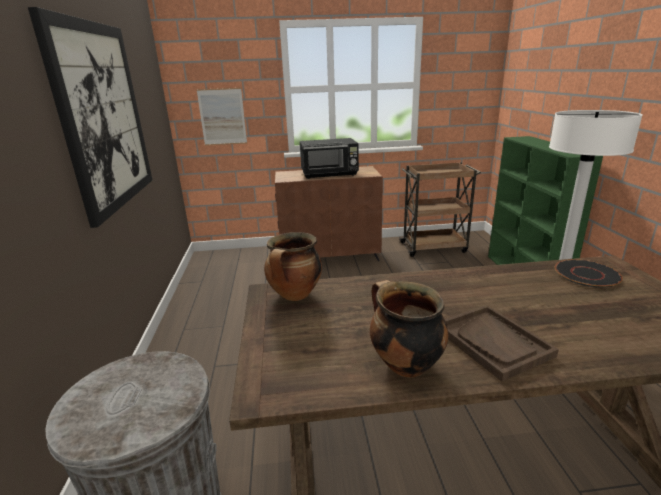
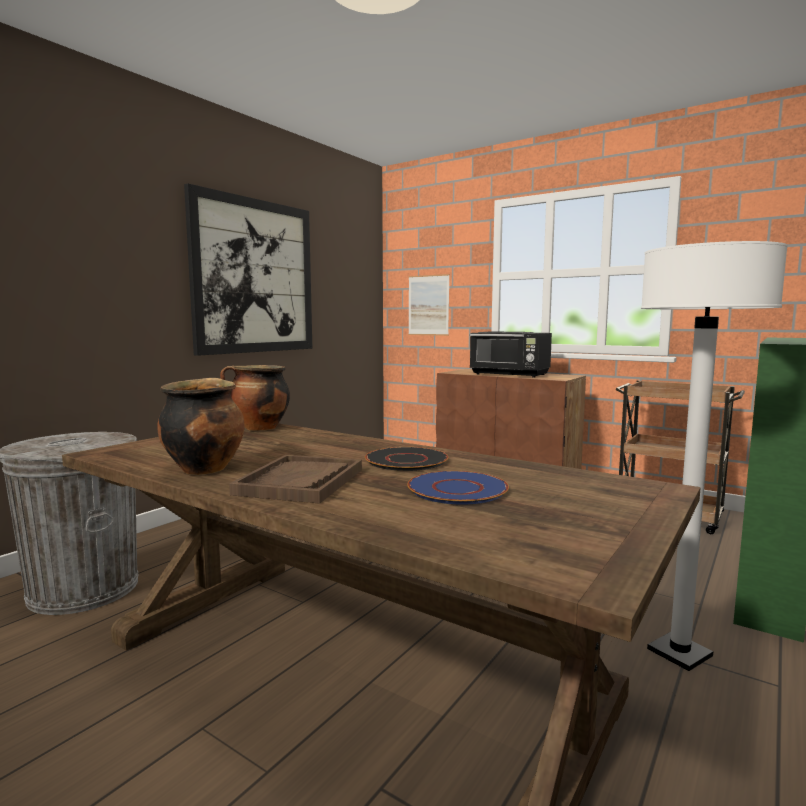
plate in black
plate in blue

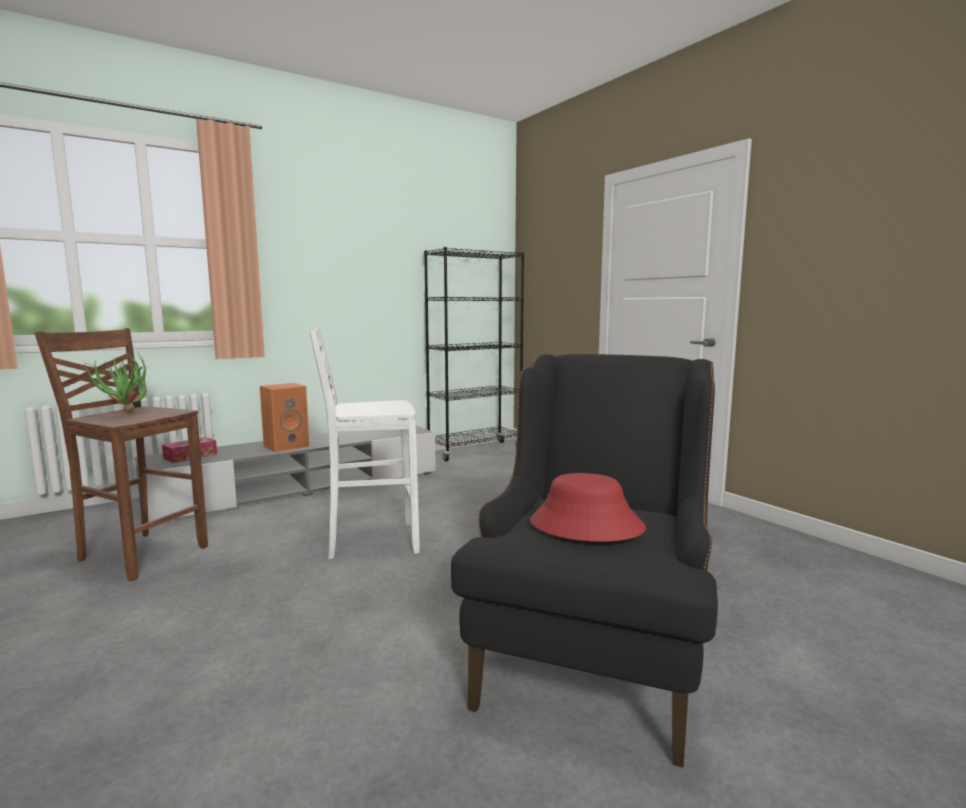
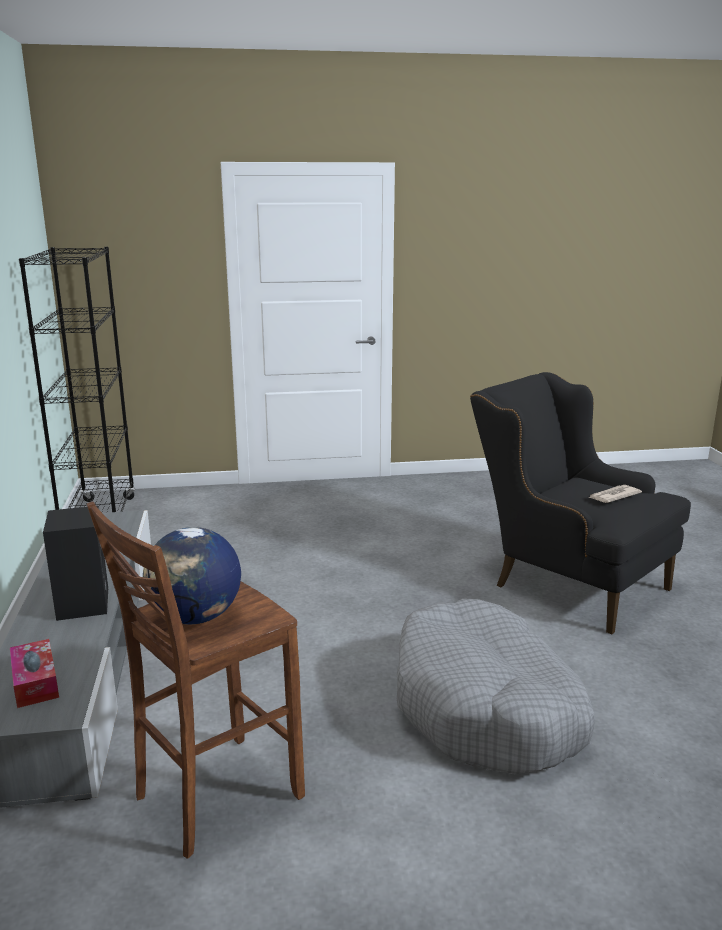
speaker in black
globe
dog bed in grey
newspaper
stool in white

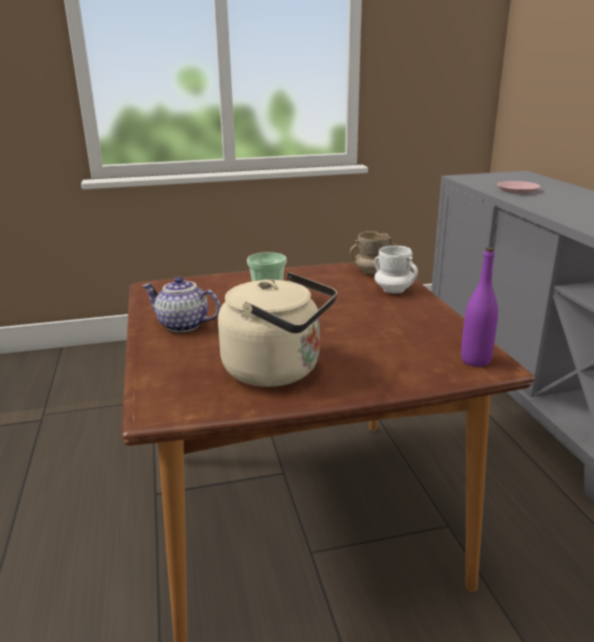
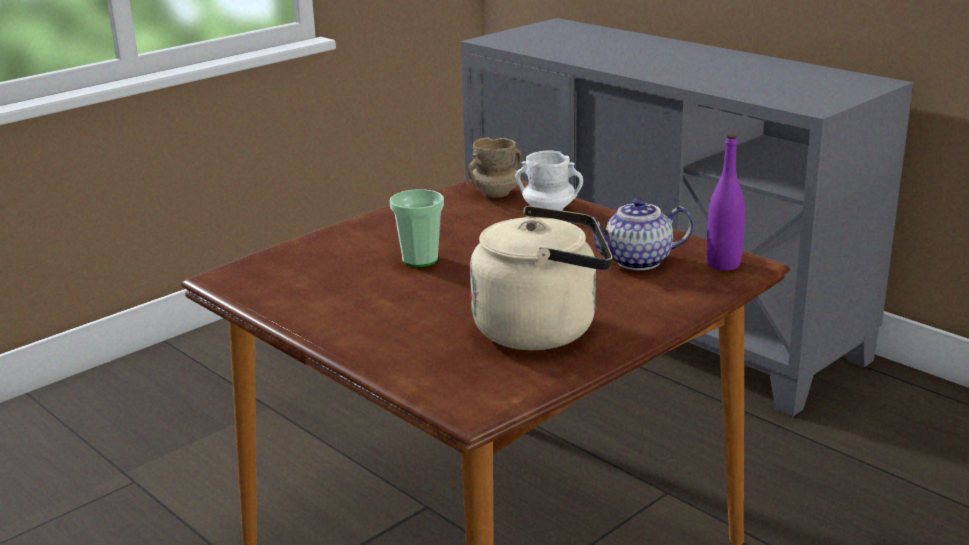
teapot
plate in pink

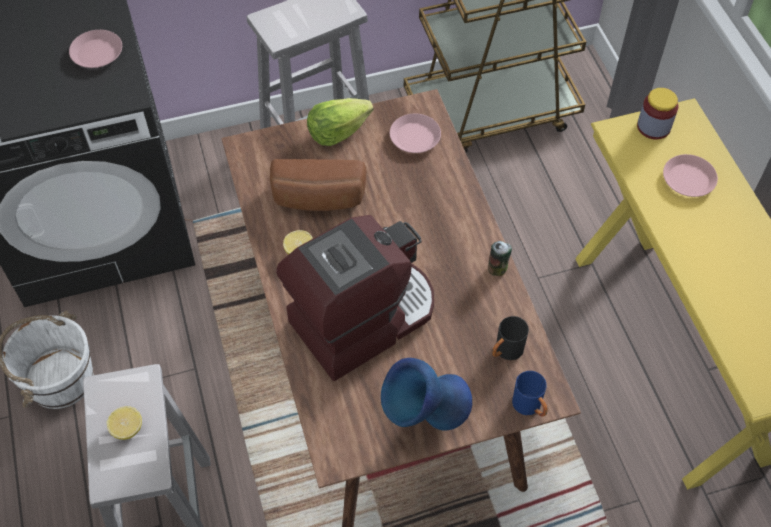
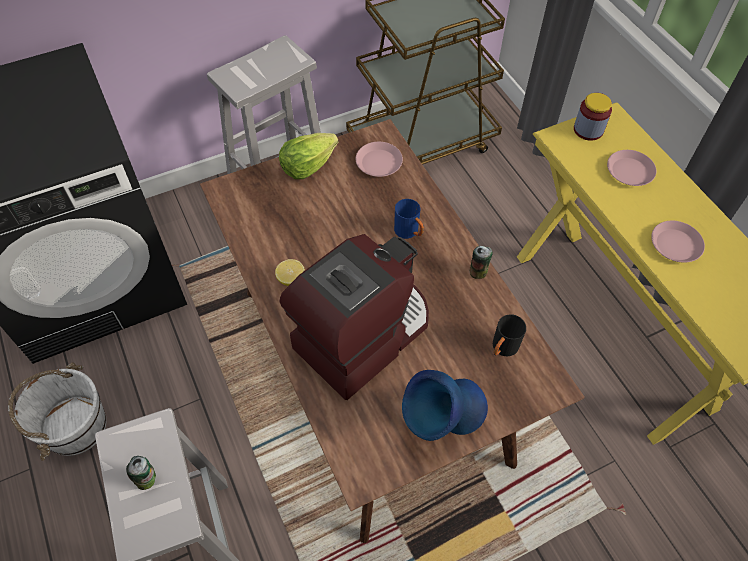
can (1st from left)
mug in blue
plate in pink (3rd from left)
bread

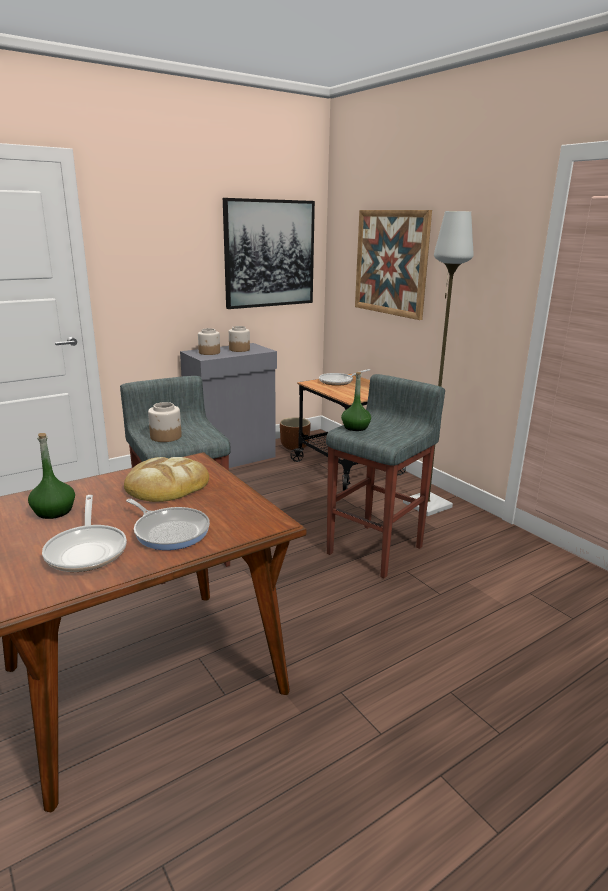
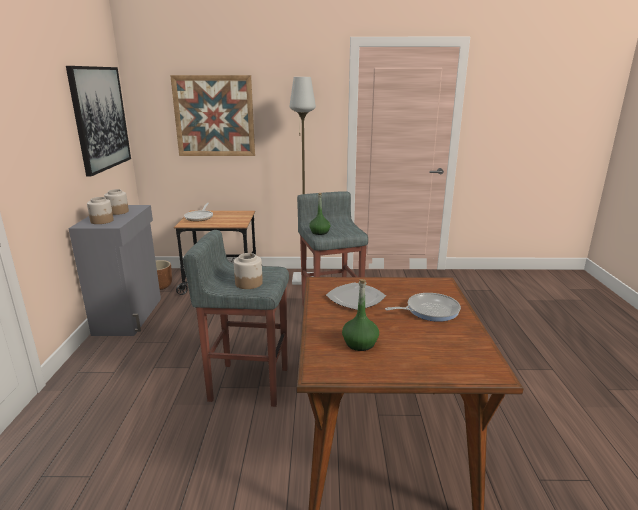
plate
frying pan (1st from left in the first image)

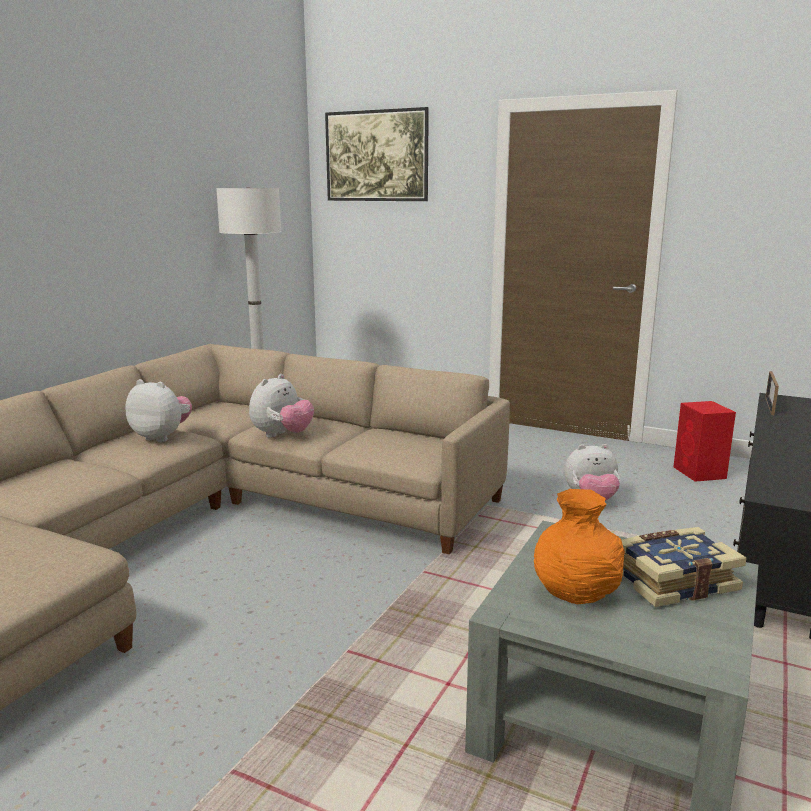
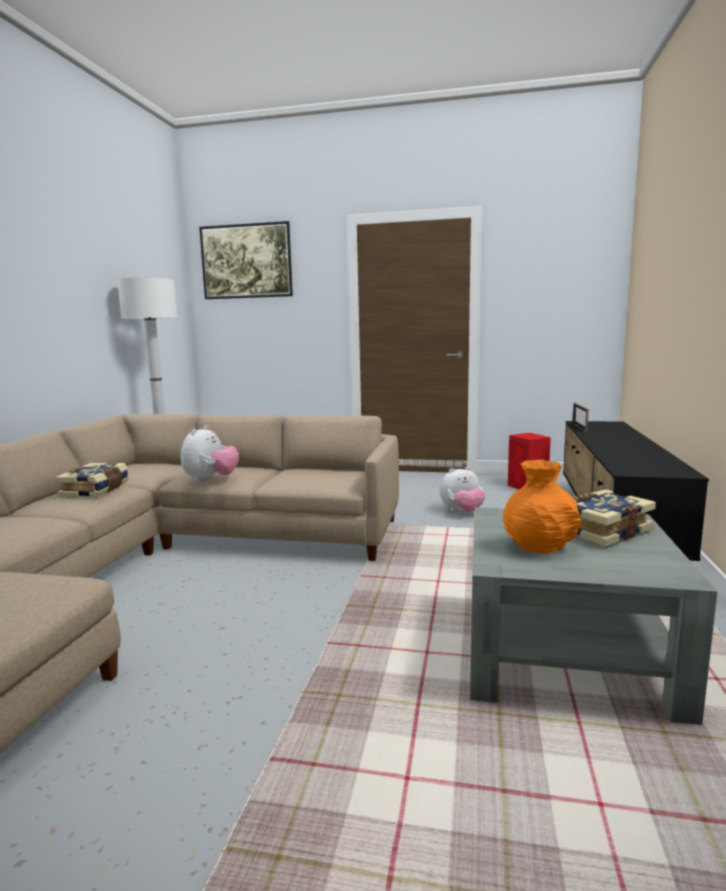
book (1st from left)

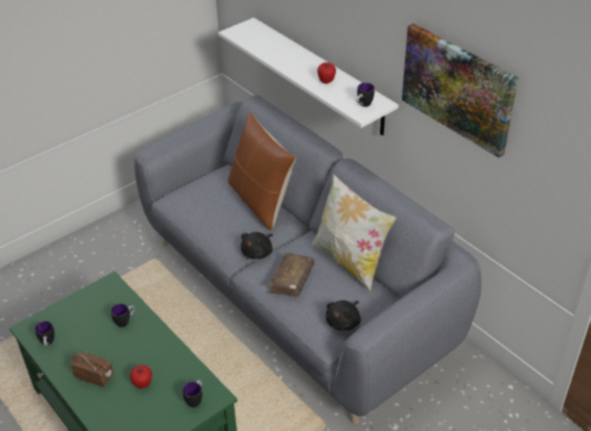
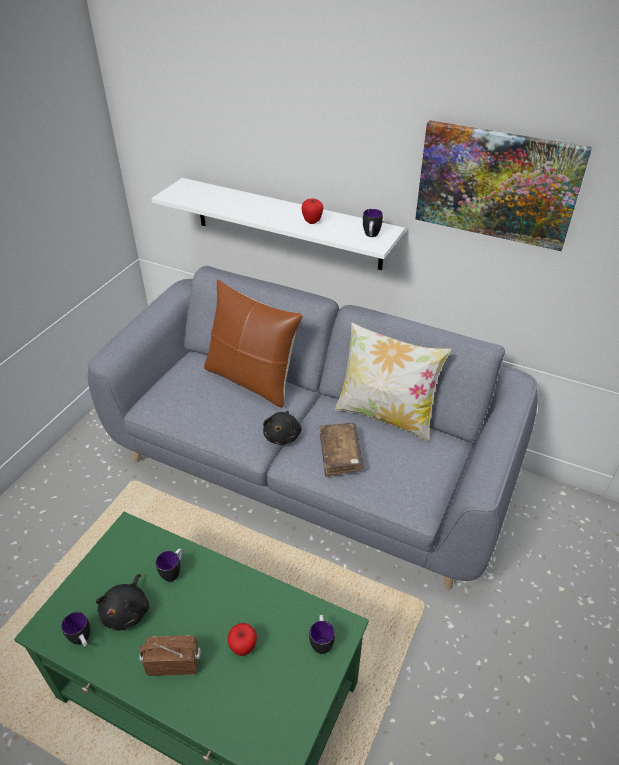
plush toy in black (1st from left)

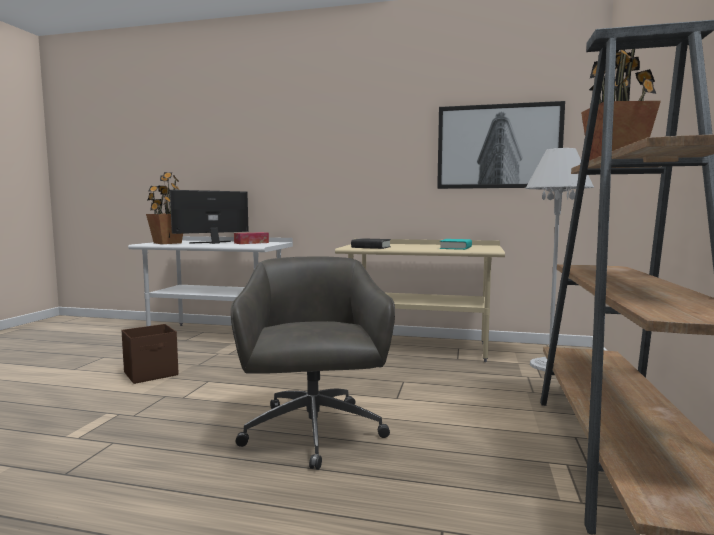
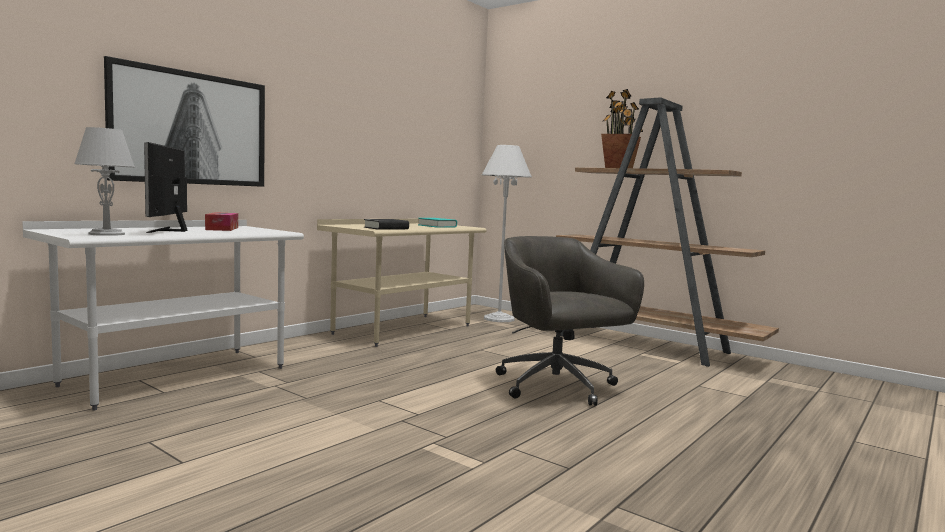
table lamp in grey
picture
office chair in grey
storage box in brown

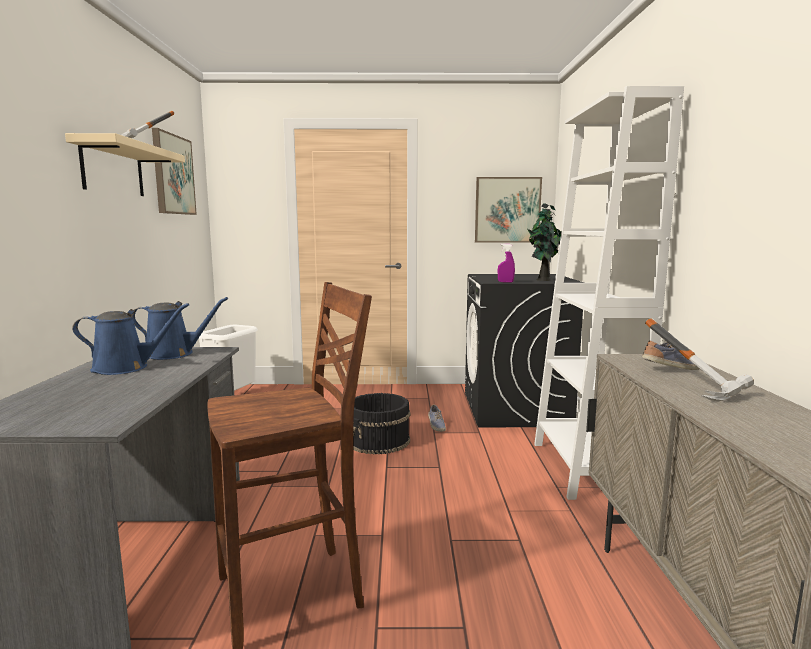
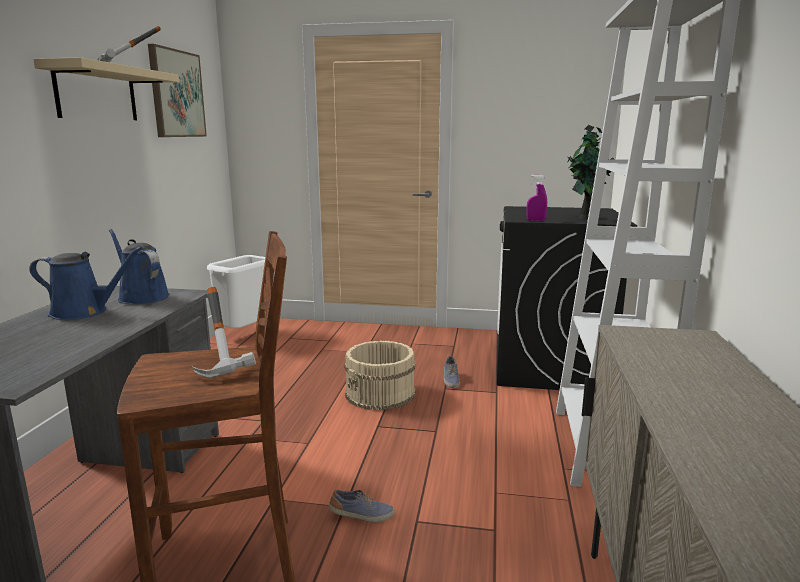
watering can in blue (2nd from left)
hammer (2nd from left)
shoe (1st from left)
bucket in beige
picture (2nd from left in the first image)

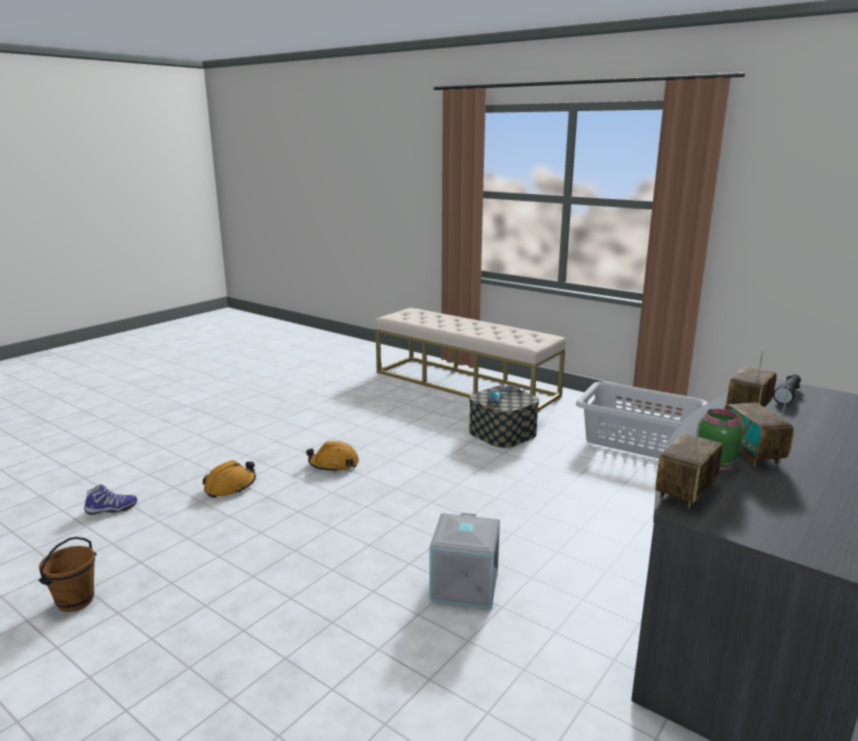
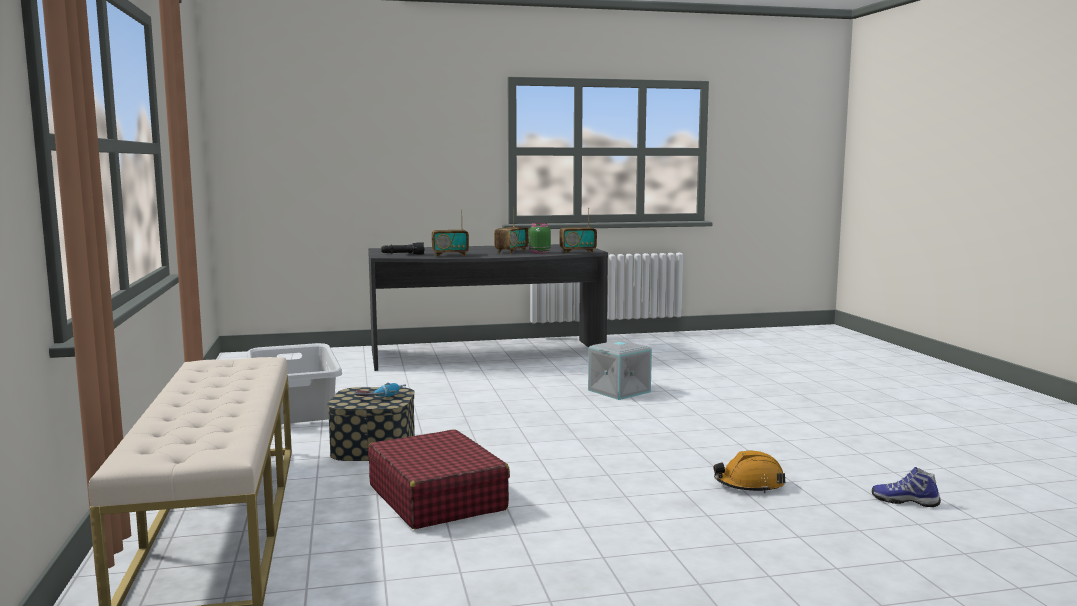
suitcase in red
bucket in brown
hard hat in orange (2nd from left in the first image)

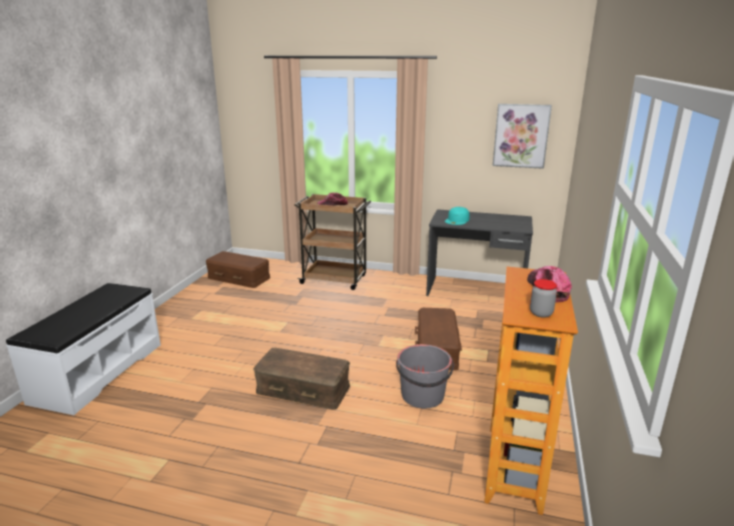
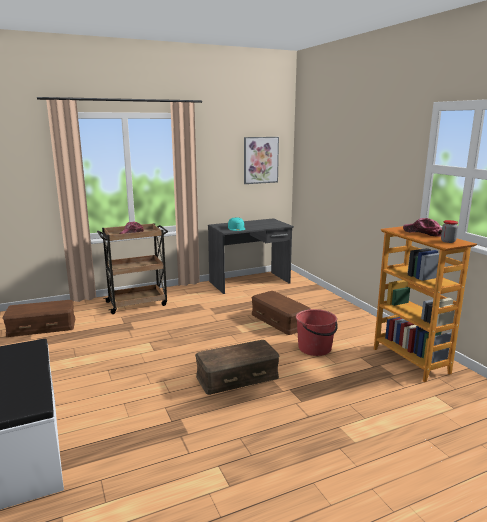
bucket in red

